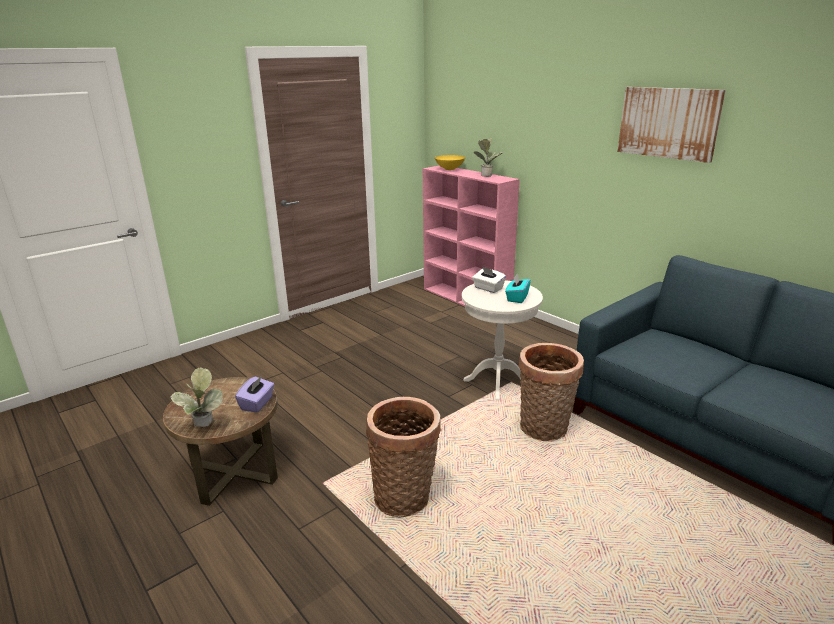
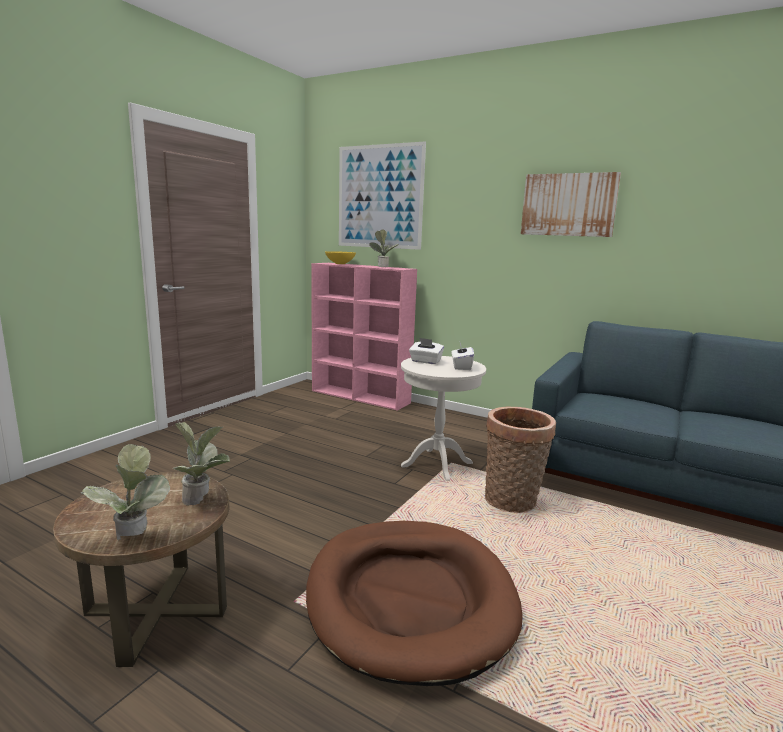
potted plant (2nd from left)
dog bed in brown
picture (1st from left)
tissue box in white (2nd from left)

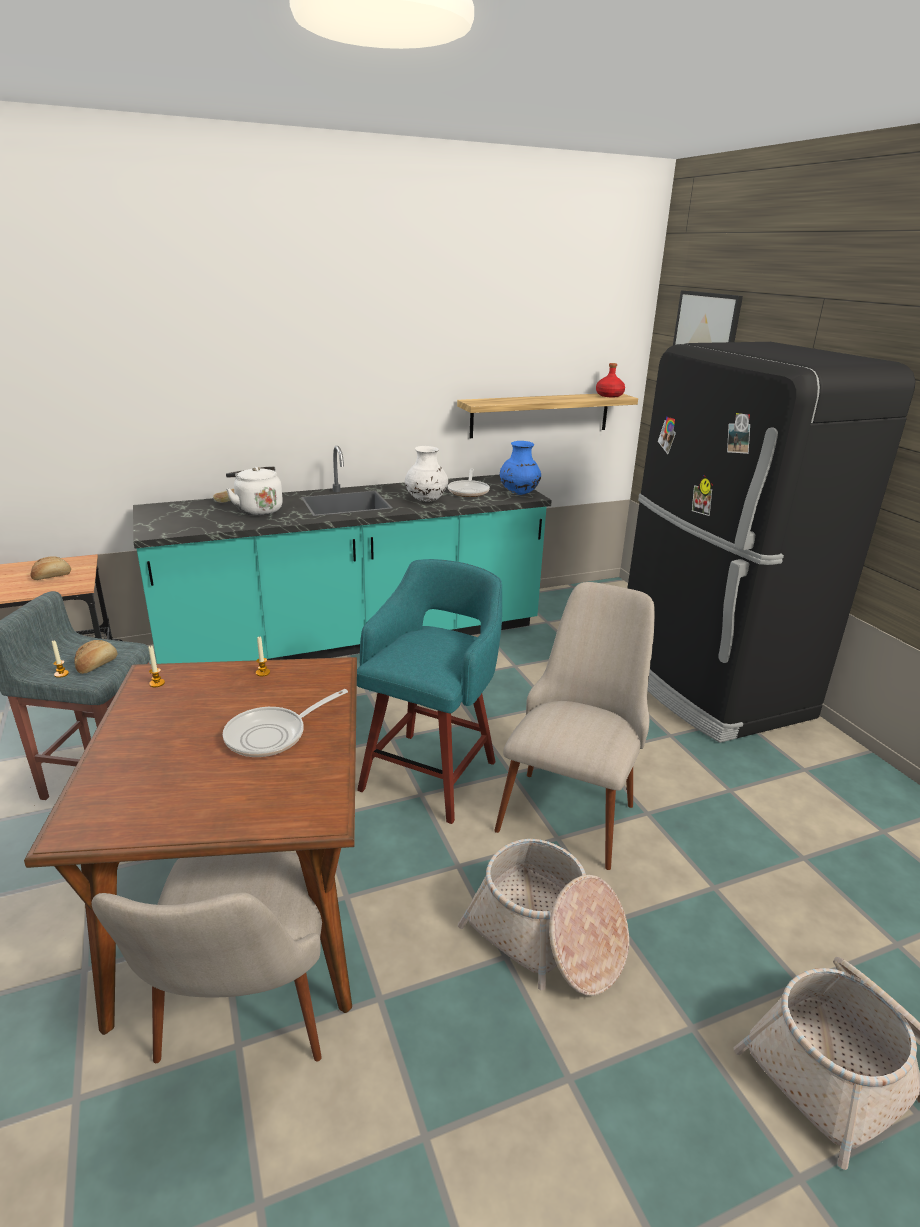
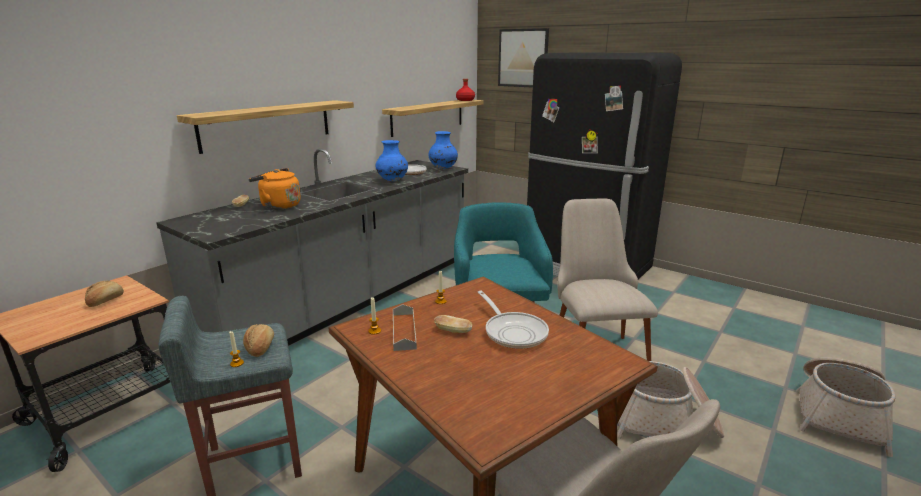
counter in grey
shelf (1st from left)
kettle in orange
vase in blue (1st from left)
tray in grey
bread (4th from left)
frying pan (2nd from left)

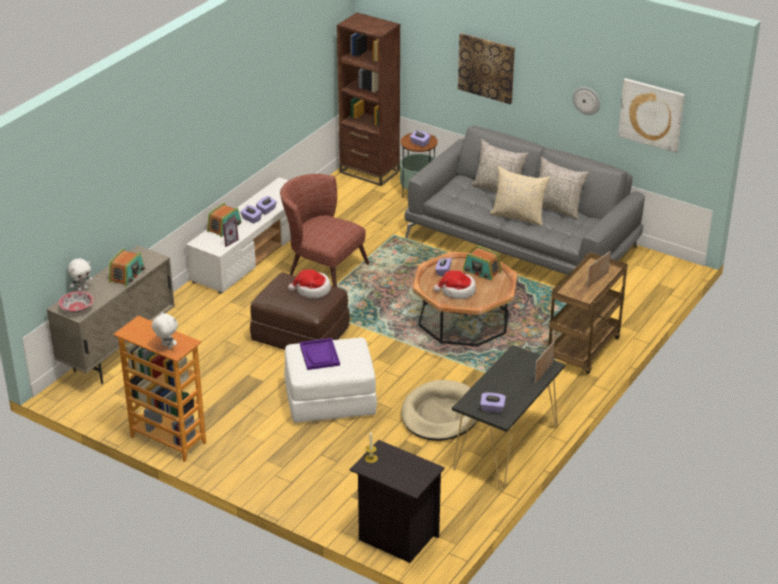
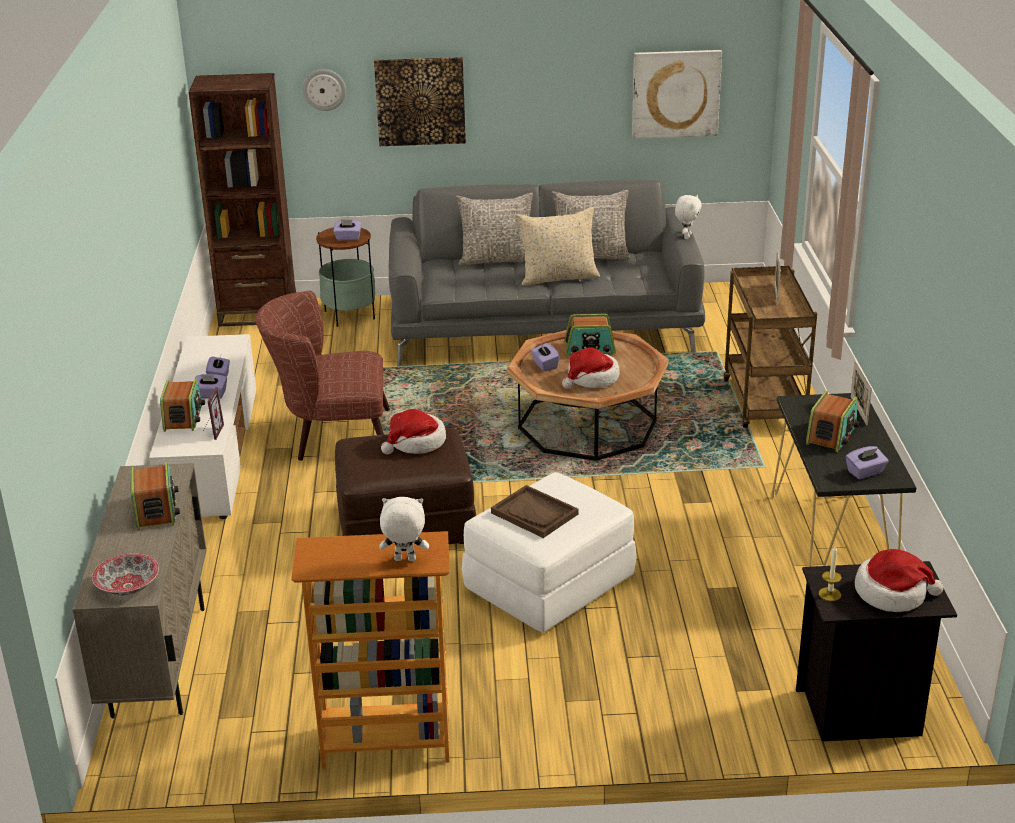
wall clock
tray in brown
plush toy in white (2nd from left)
radio (4th from left)
hat (3rd from left)
dog bed in beige

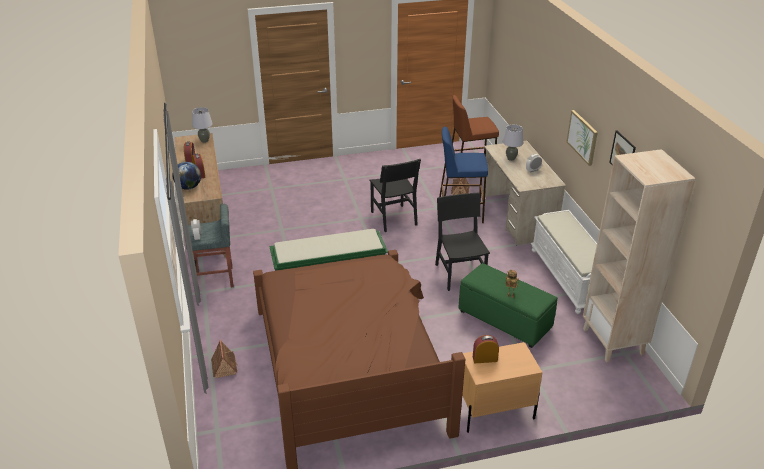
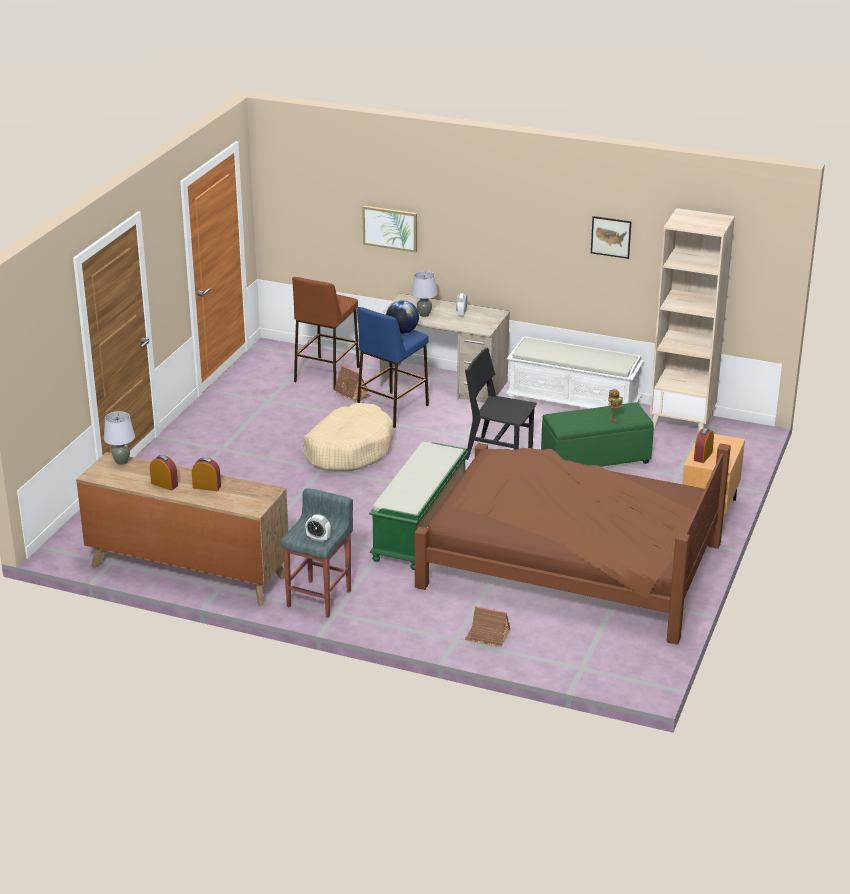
dog bed in beige
picture (1st from left)
globe

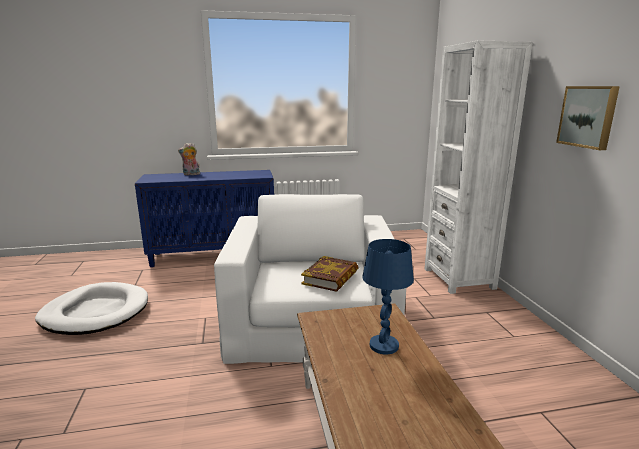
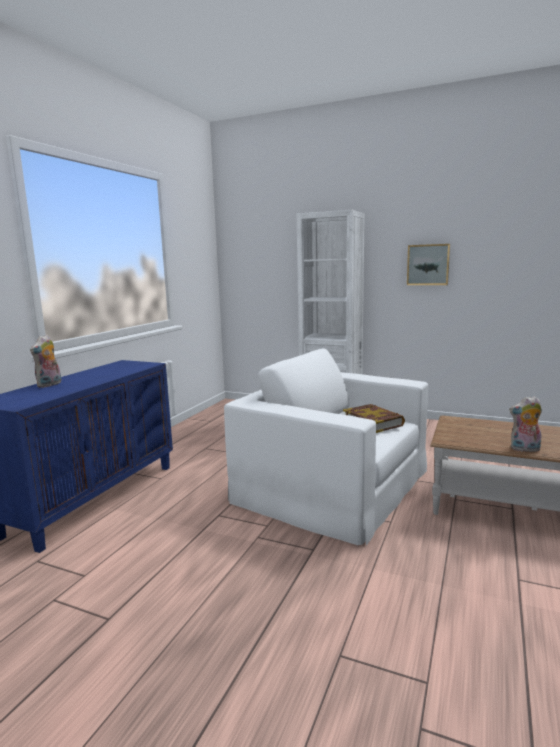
plush toy (2nd from left)
dog bed in white
table lamp in blue

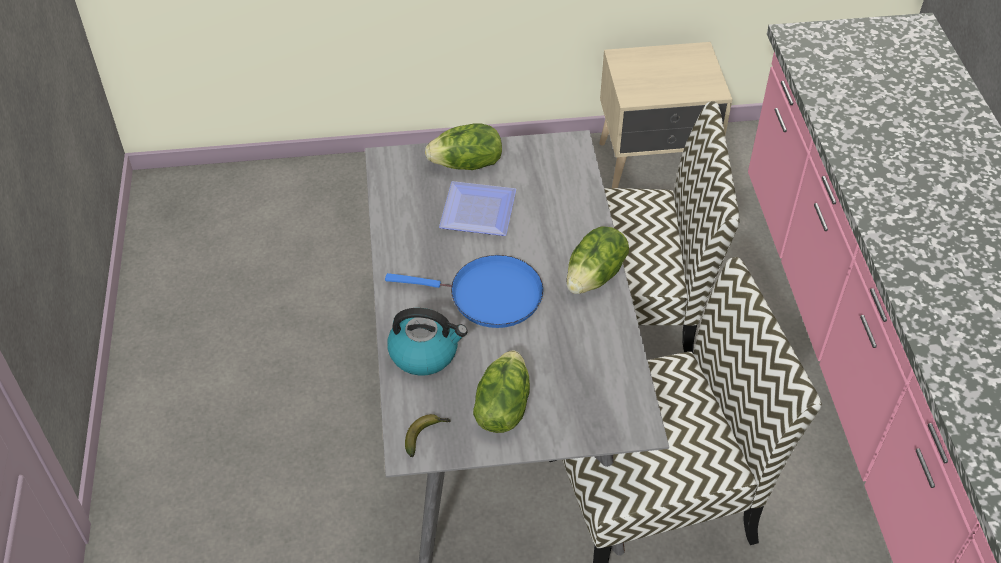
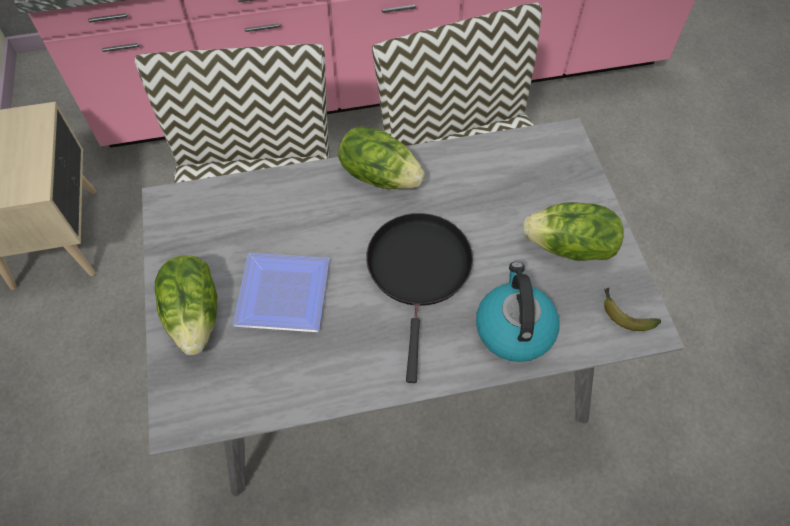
frying pan in black

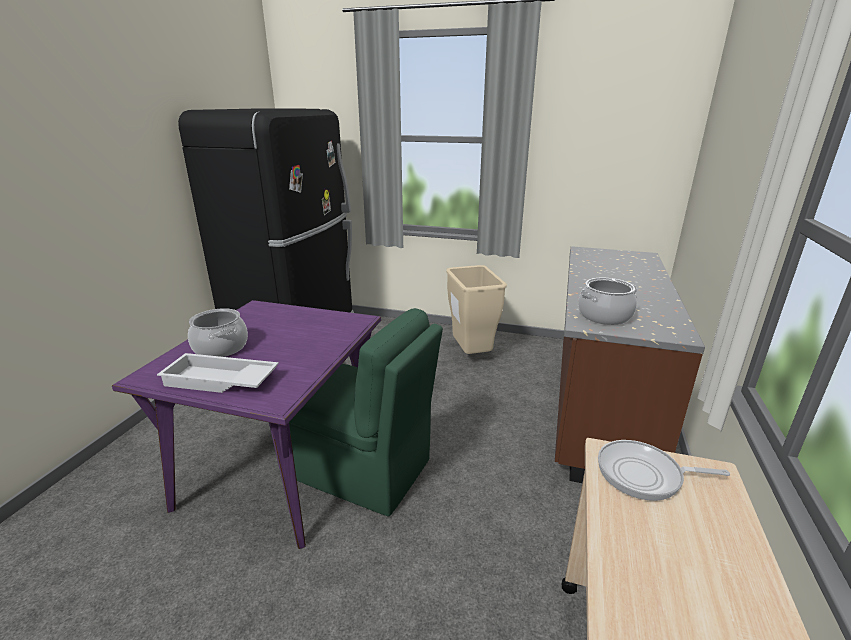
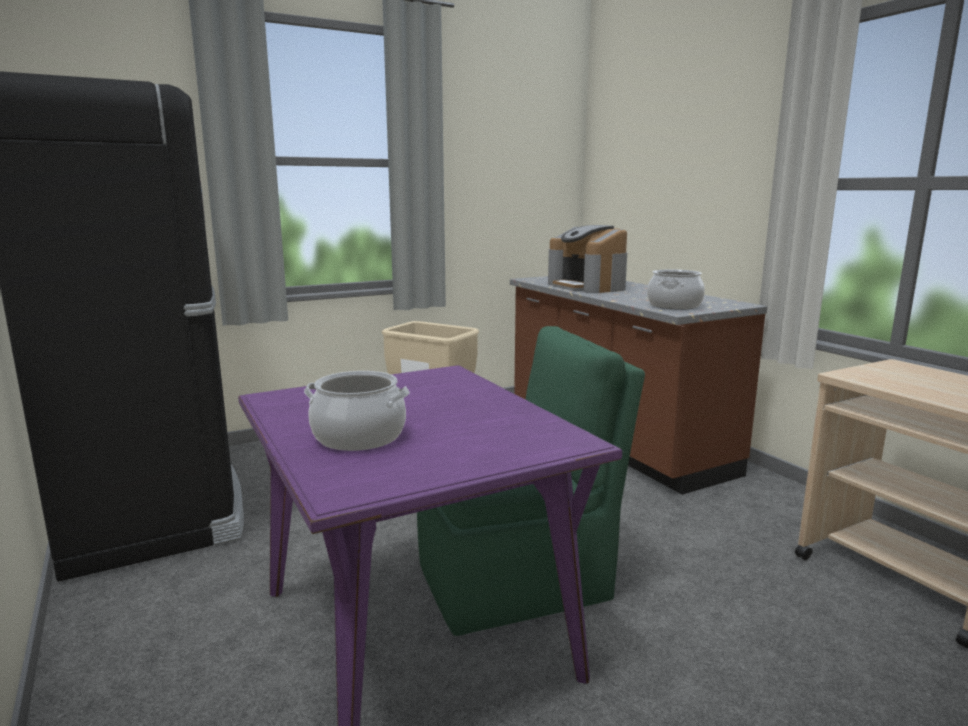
coffee machine
tray in white
frying pan

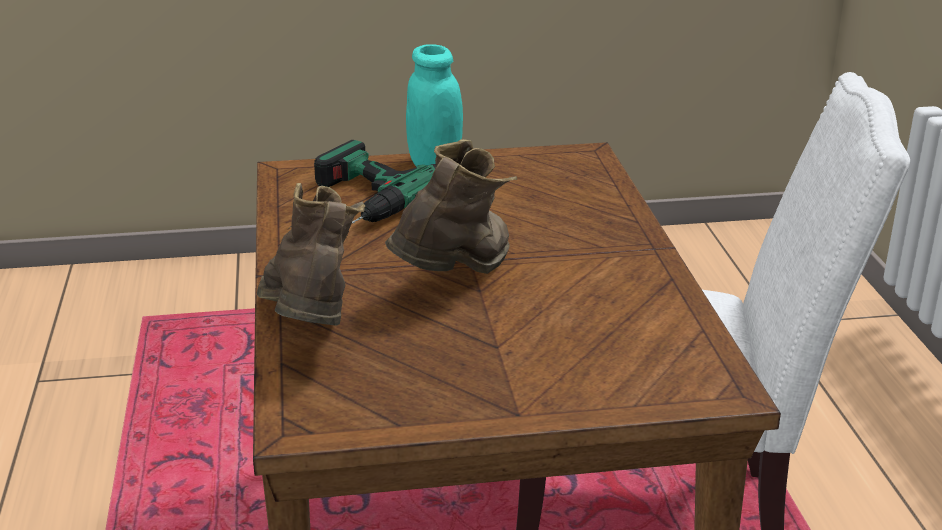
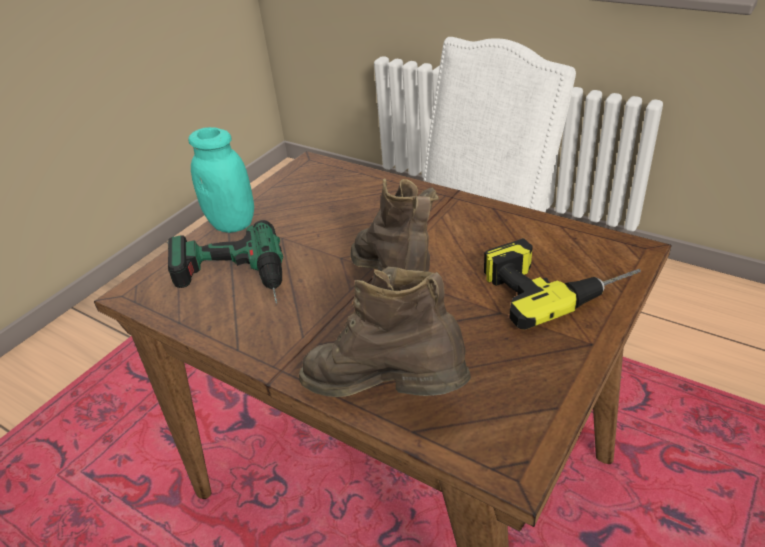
power drill (2nd from left)

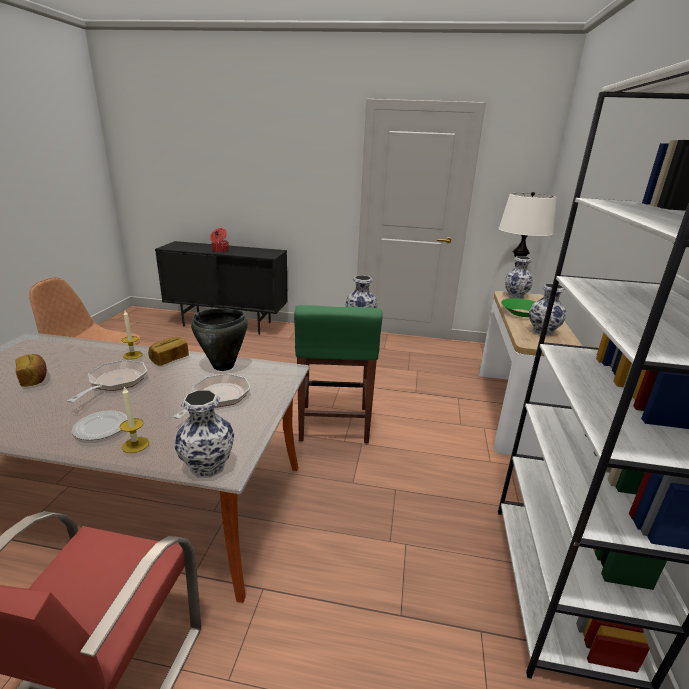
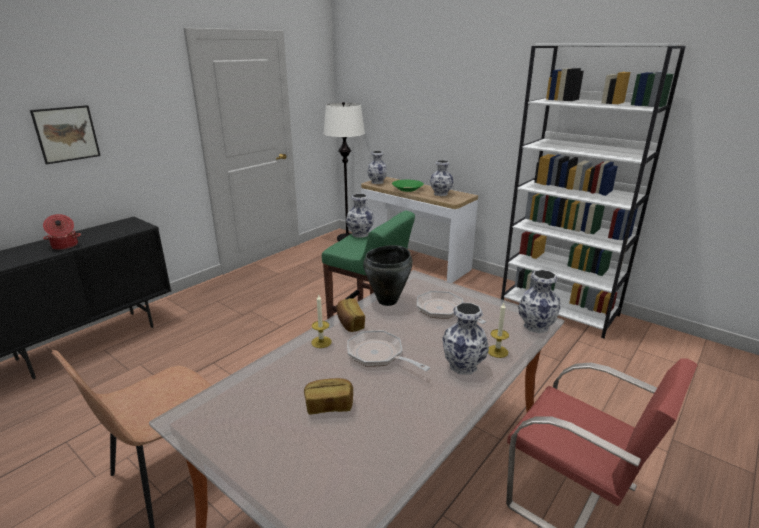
picture
vase (4th from left)

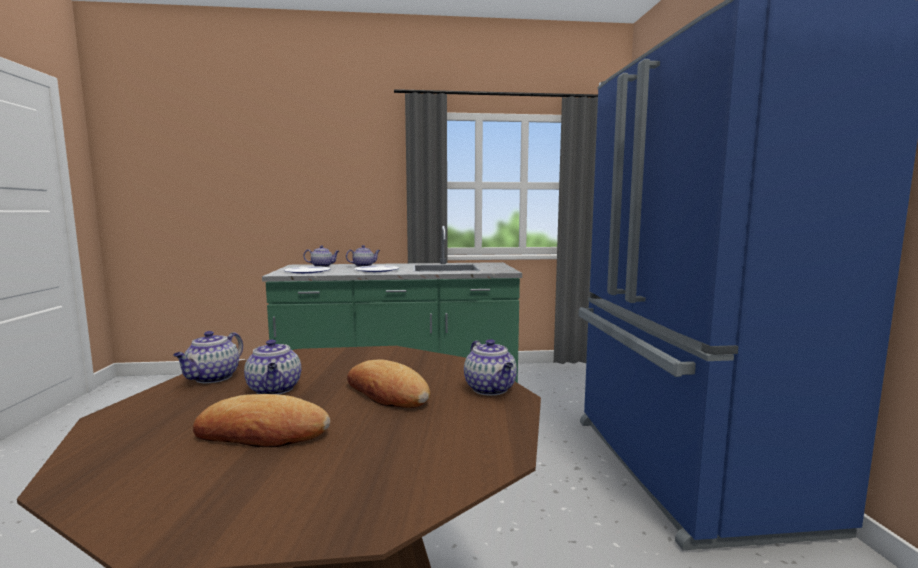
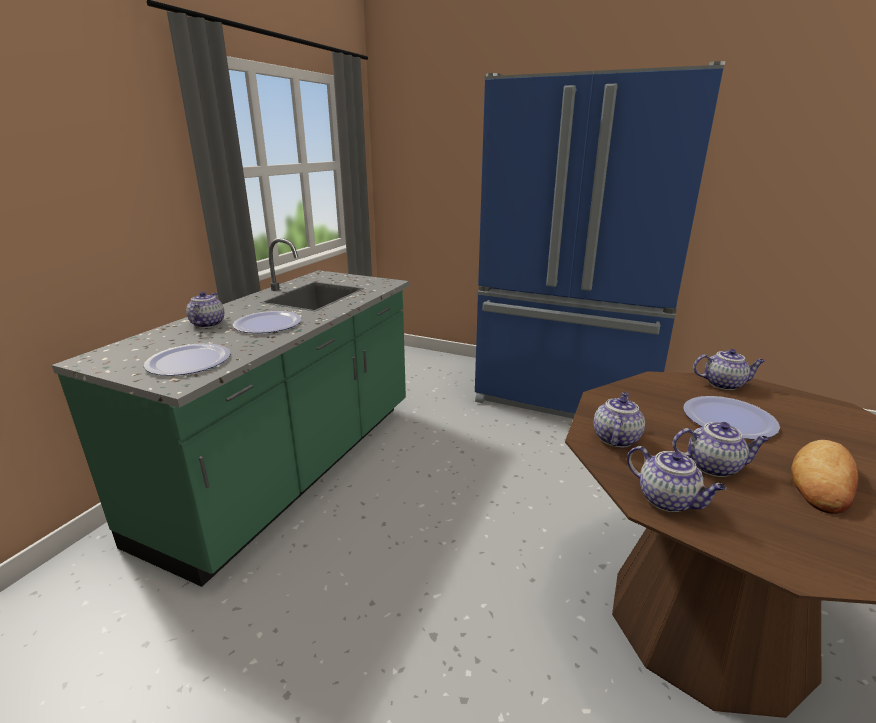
teapot (2nd from left)
plate (3rd from left)

